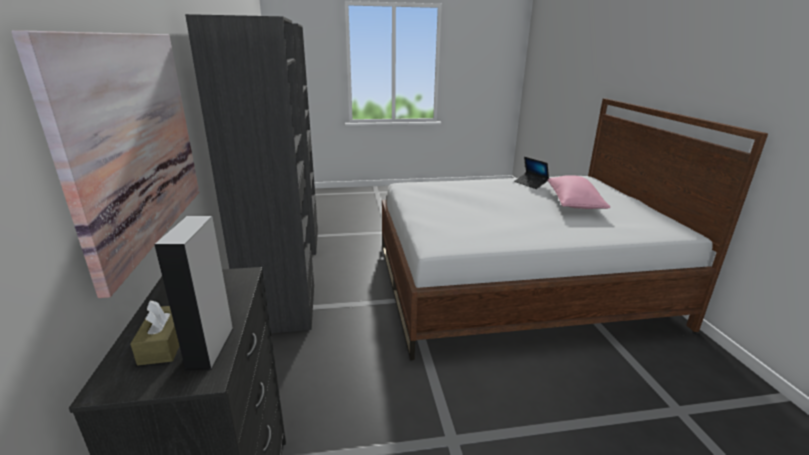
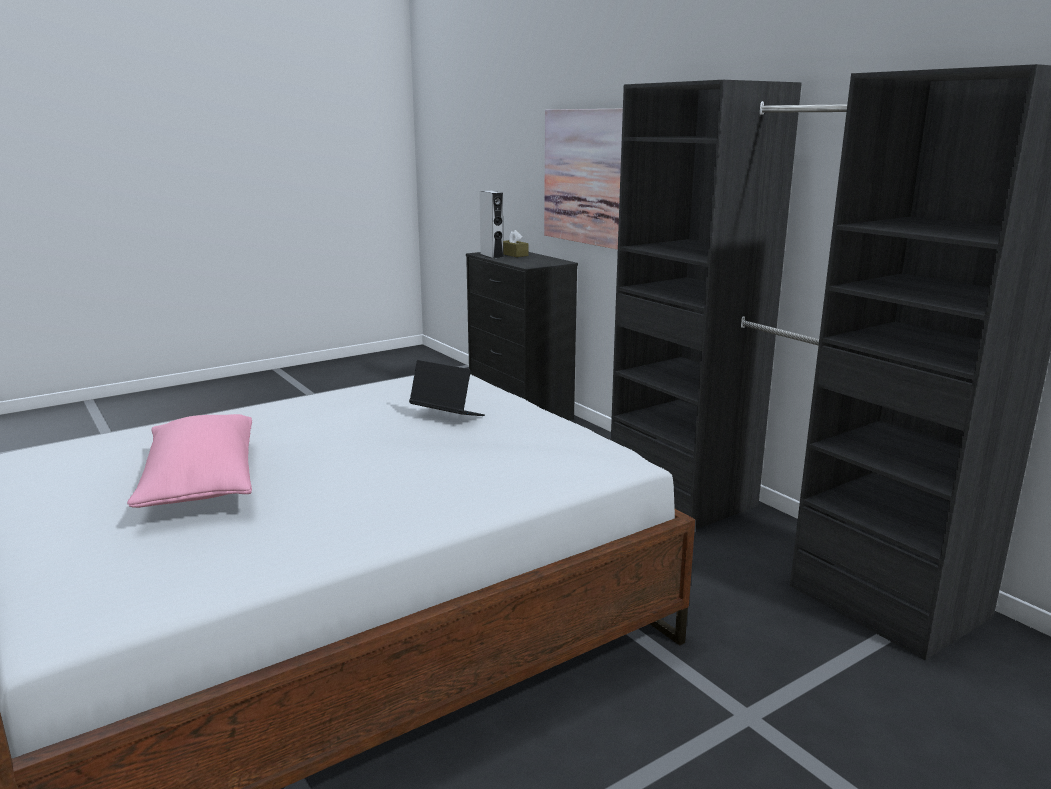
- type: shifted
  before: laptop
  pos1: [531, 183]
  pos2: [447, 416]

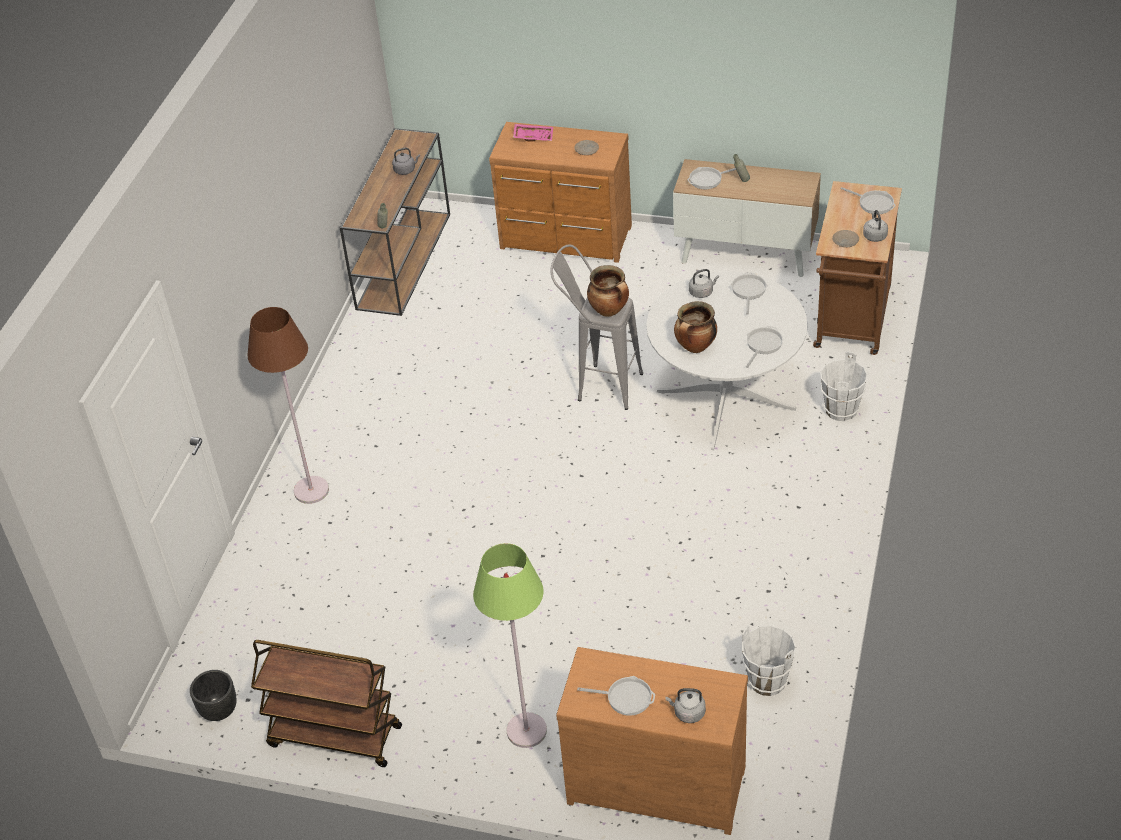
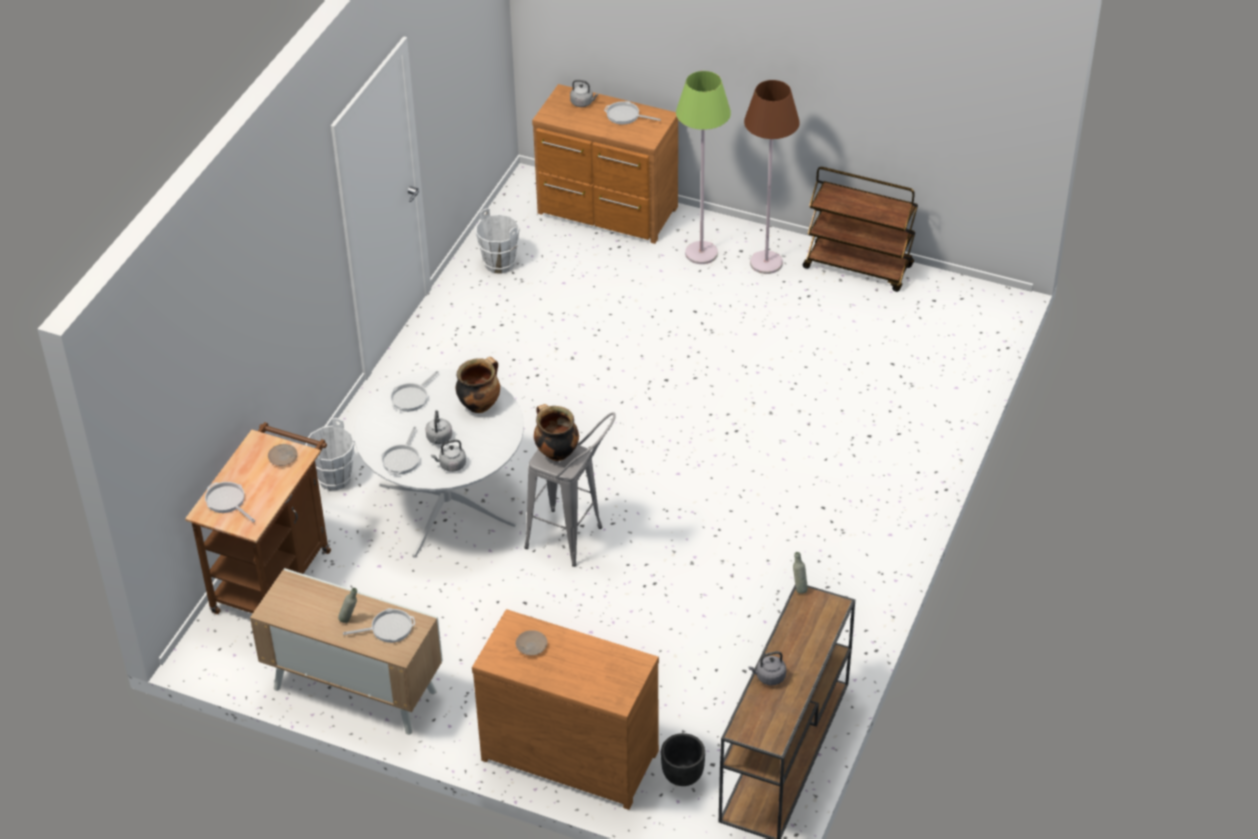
- type: gone
  before: pink tray
  pos1: [533, 136]
- type: shifted
  before: black planter
  pos1: [219, 711]
  pos2: [682, 776]
- type: shifted
  before: brown floor lamp
  pos1: [311, 490]
  pos2: [766, 263]
- type: shifted
  before: grey kettle
  pos1: [874, 235]
  pos2: [439, 439]

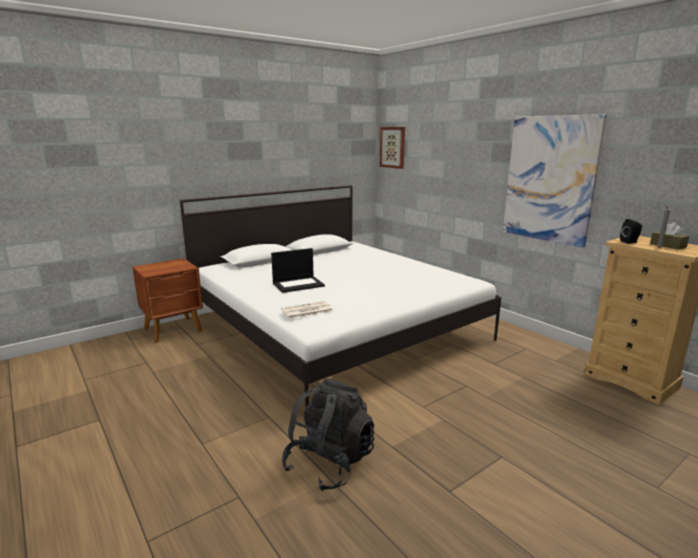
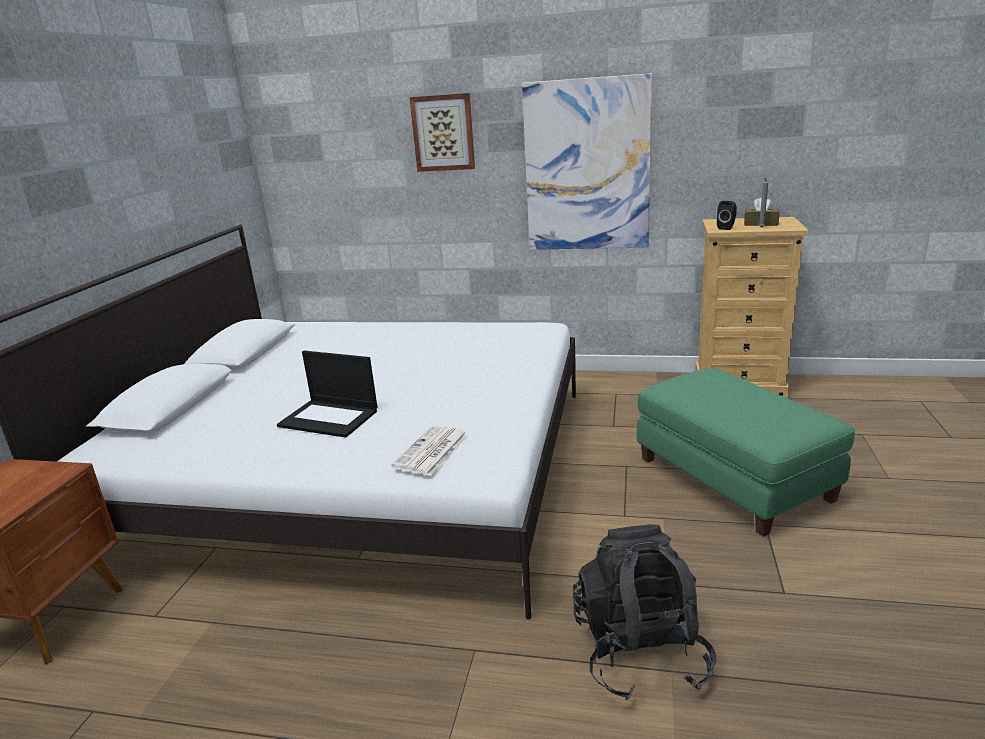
- type: new
  after: green ottoman
  pos2: [732, 478]
- type: shifted
  before: picture
  pos1: [393, 147]
  pos2: [443, 133]
- type: rotated
  before: laptop
  pos1: [298, 284]
  pos2: [330, 418]
  turn: 90

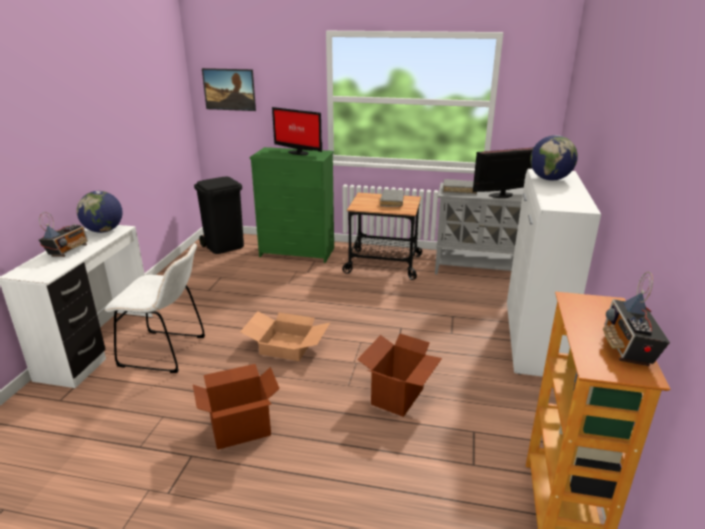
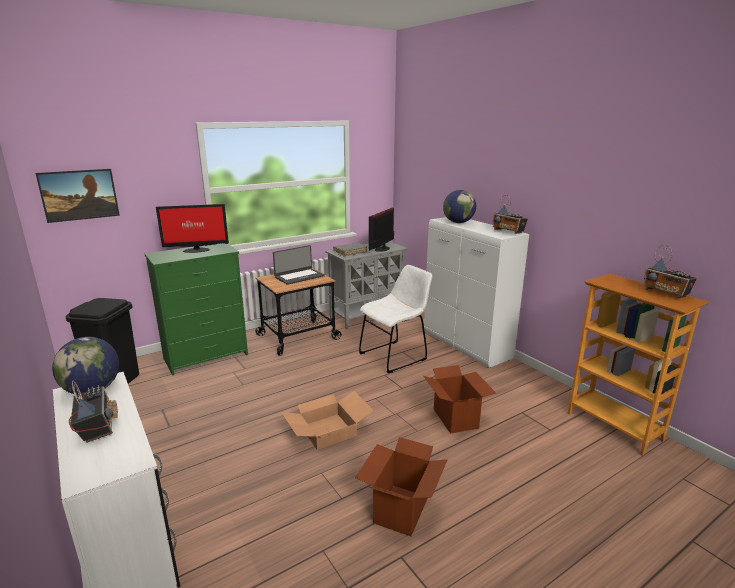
- type: new
  after: radio
  pos2: [508, 232]
- type: shifted
  before: white chair
  pos1: [167, 352]
  pos2: [395, 356]
- type: swapped
  before: grey book
  after: laptop
  pos1: [392, 202]
  pos2: [299, 276]

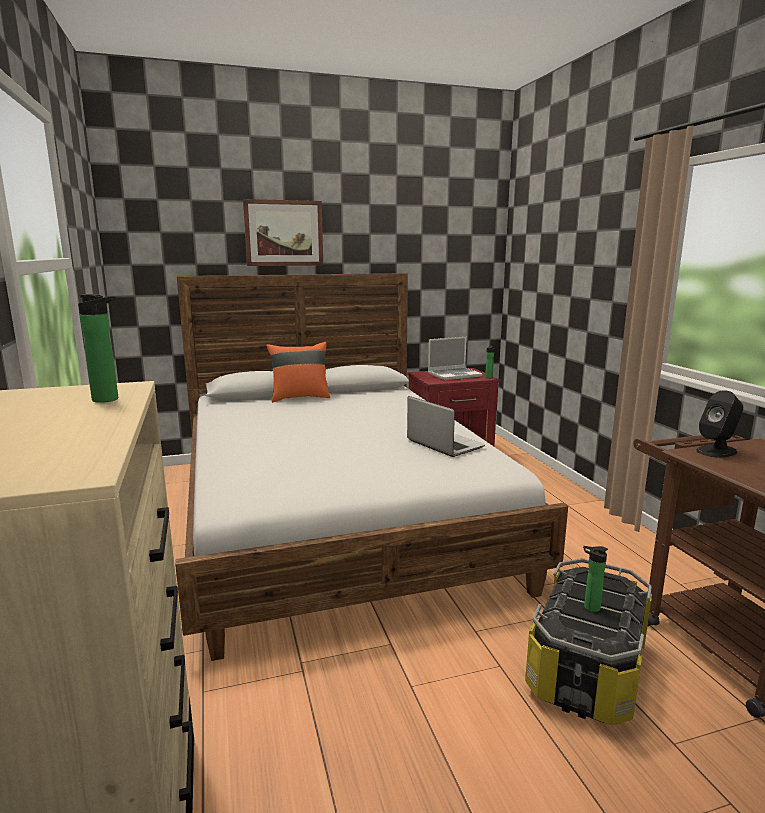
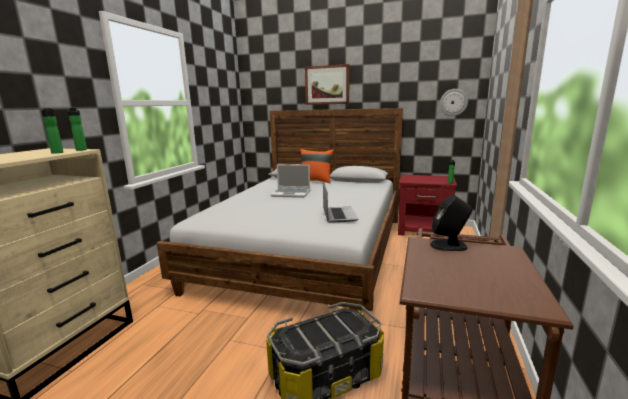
- type: new
  after: wall clock
  pos2: [453, 102]
- type: shifted
  before: laptop
  pos1: [454, 375]
  pos2: [291, 193]
- type: shifted
  before: bottle
  pos1: [589, 607]
  pos2: [81, 150]

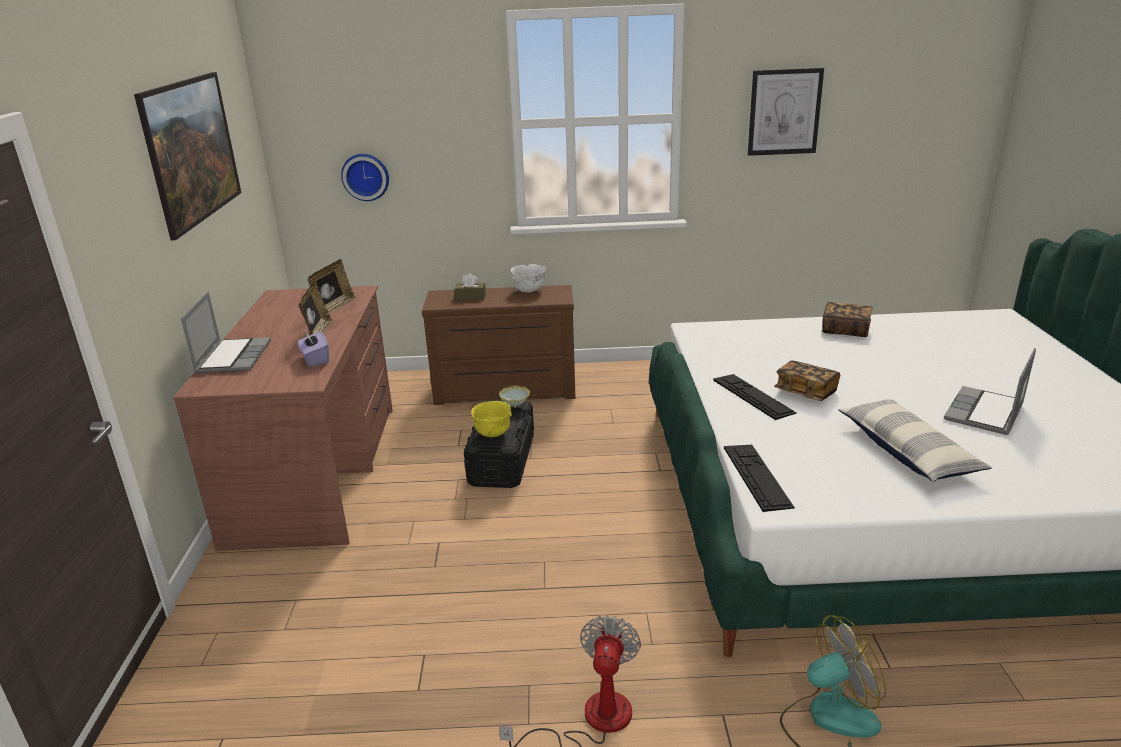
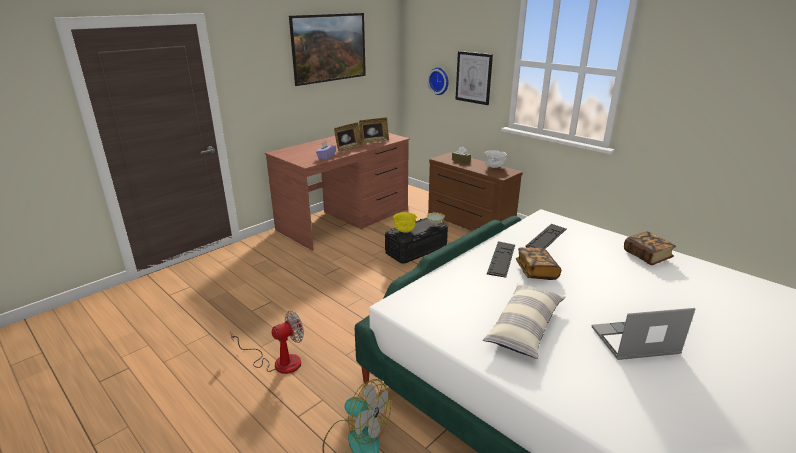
- type: gone
  before: laptop
  pos1: [233, 357]
- type: shifted
  before: keyboard
  pos1: [757, 476]
  pos2: [546, 237]
- type: shifted
  before: picture
  pos1: [784, 112]
  pos2: [473, 77]

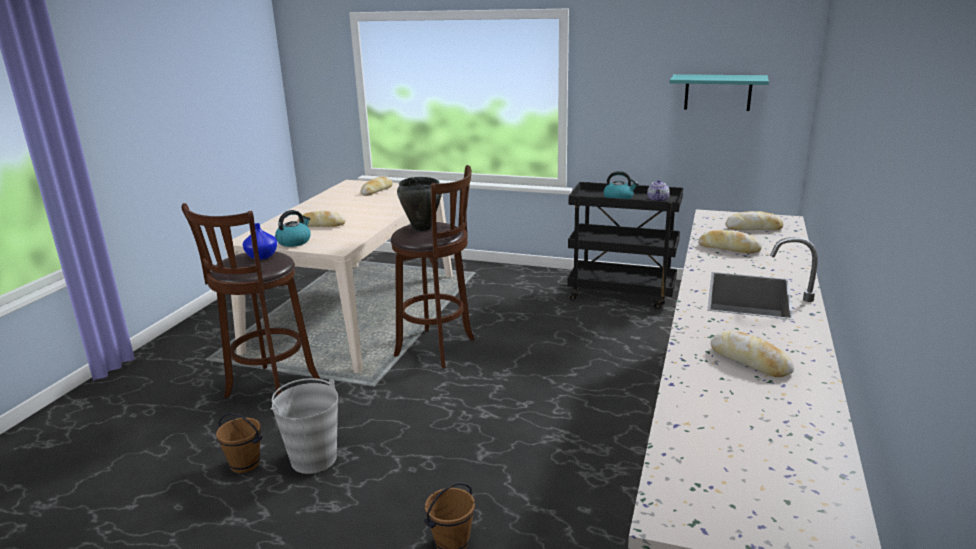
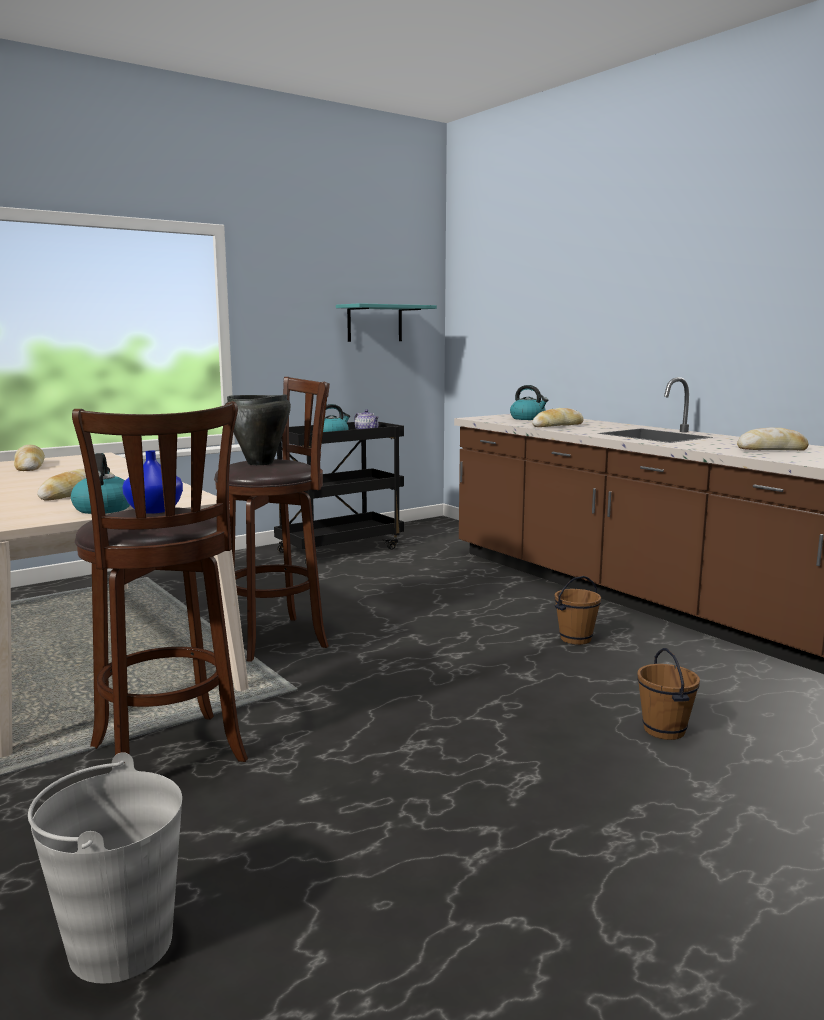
- type: shifted
  before: brown bucket
  pos1: [245, 464]
  pos2: [575, 639]
- type: shifted
  before: grey bucket
  pos1: [313, 459]
  pos2: [120, 944]
- type: swapped
  before: bread
  after: kettle
  pos1: [753, 228]
  pos2: [528, 418]

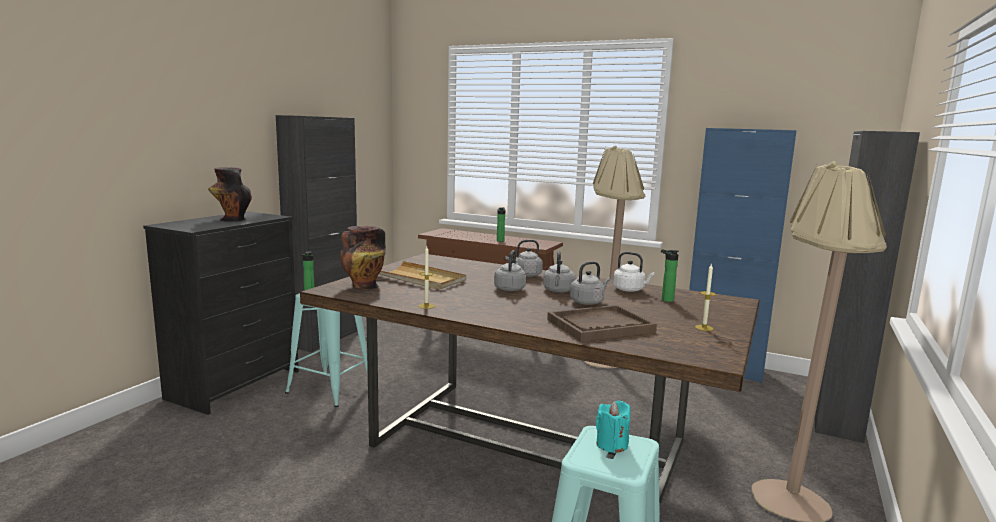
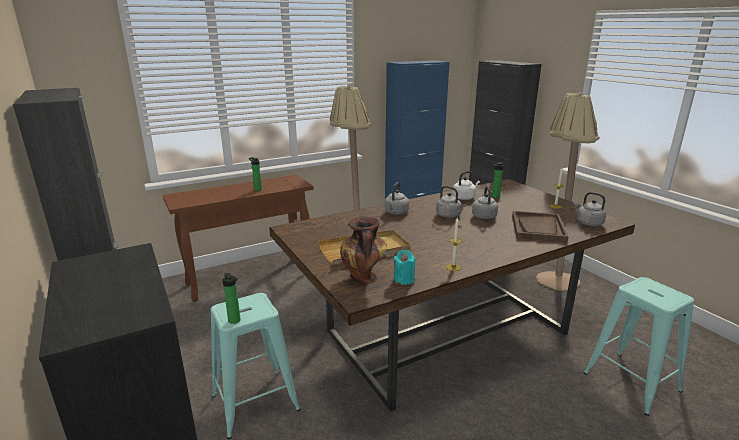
- type: gone
  before: vase
  pos1: [231, 219]
- type: shifted
  before: grey kettle
  pos1: [510, 288]
  pos2: [587, 223]
- type: shifted
  before: turquoise candle
  pos1: [612, 445]
  pos2: [404, 279]

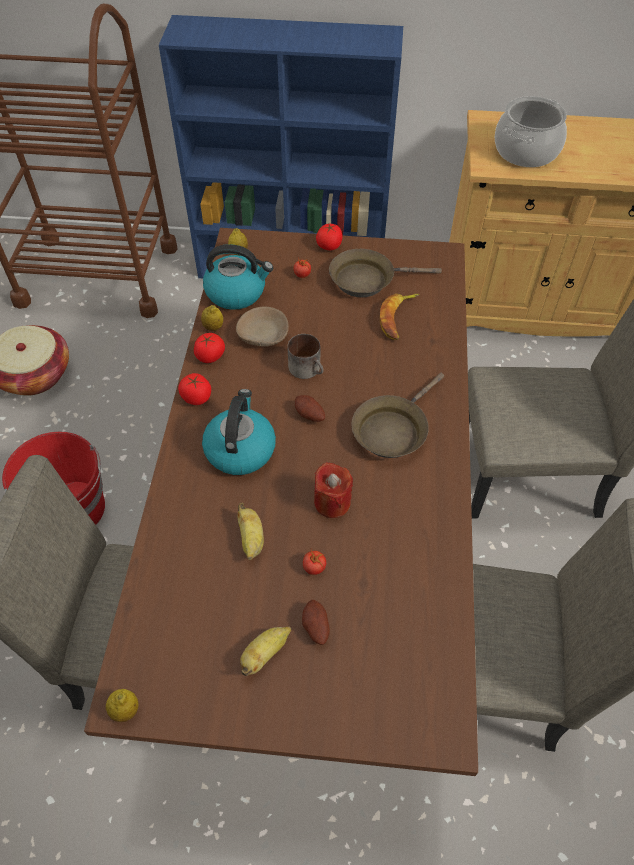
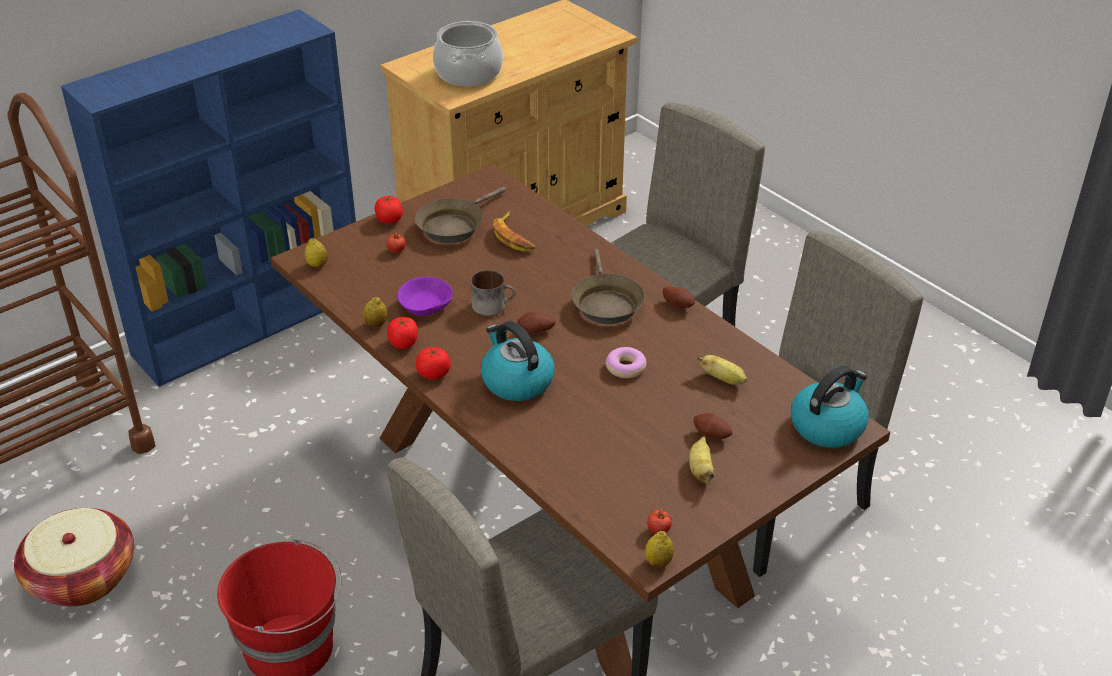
- type: new
  after: potato
  pos2: [678, 304]
- type: shifted
  before: kettle
  pos1: [237, 292]
  pos2: [827, 426]
- type: shifted
  before: banana
  pos1: [251, 539]
  pos2: [723, 379]
- type: shifted
  before: tomato
  pos1: [314, 567]
  pos2: [659, 530]
- type: swapped
  before: red candle
  after: donut
  pos1: [332, 502]
  pos2: [625, 367]
- type: repainted
  before: beige bowl
  after: purple bowl
  pos1: [263, 335]
  pos2: [425, 305]

